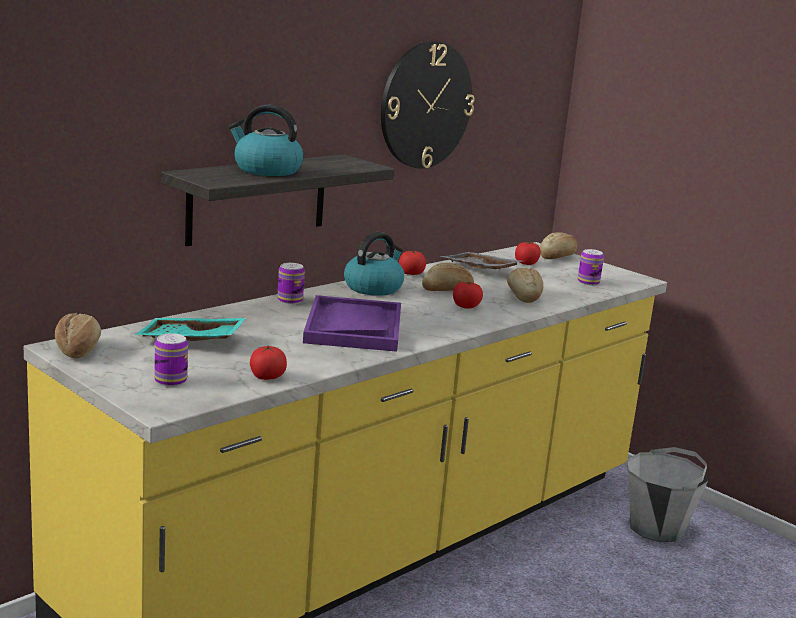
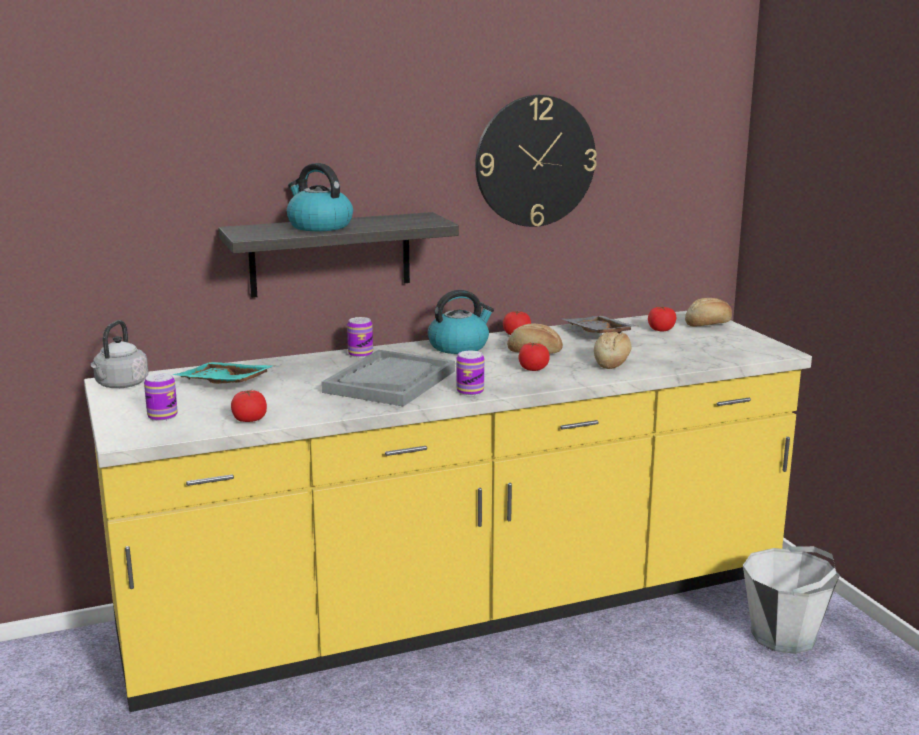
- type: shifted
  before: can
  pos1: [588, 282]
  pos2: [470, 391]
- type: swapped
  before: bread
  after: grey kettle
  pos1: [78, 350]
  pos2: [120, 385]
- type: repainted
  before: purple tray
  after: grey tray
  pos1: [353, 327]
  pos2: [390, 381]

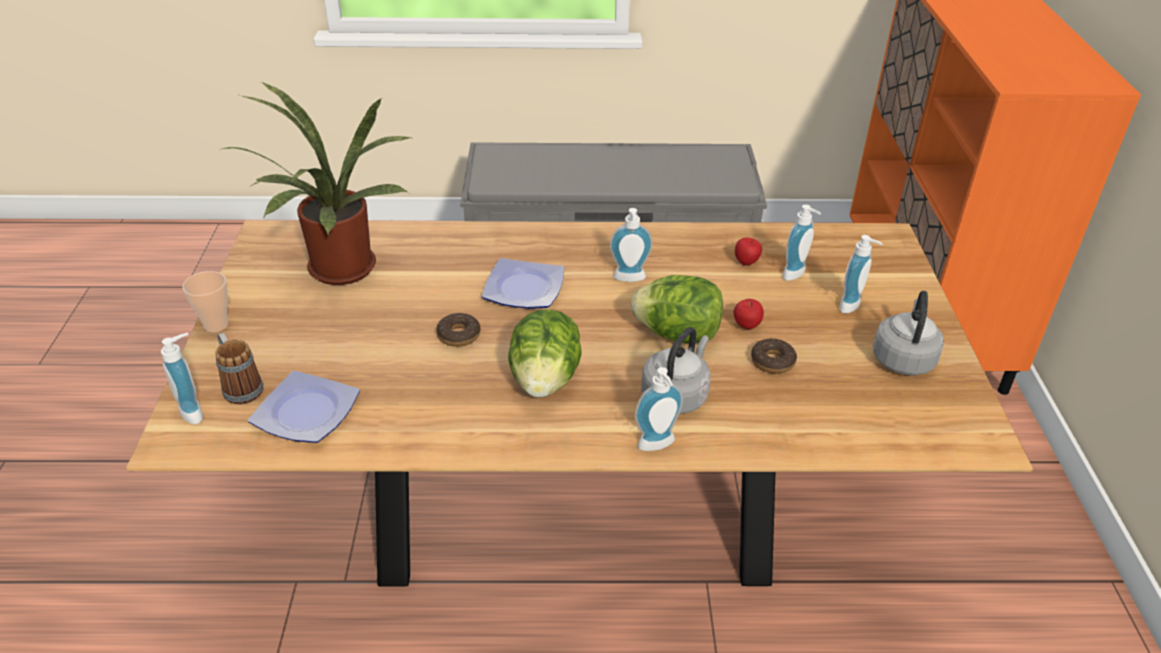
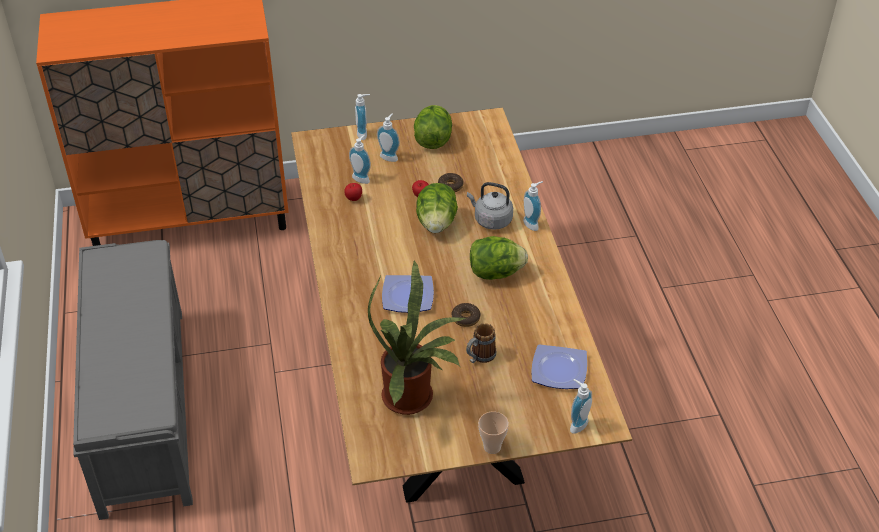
- type: shifted
  before: mug
  pos1: [240, 387]
  pos2: [479, 357]
- type: shifted
  before: soap dispenser
  pos1: [629, 279]
  pos2: [364, 134]
- type: swapped
  before: grey kettle
  after: lettuce
  pos1: [903, 358]
  pos2: [433, 140]

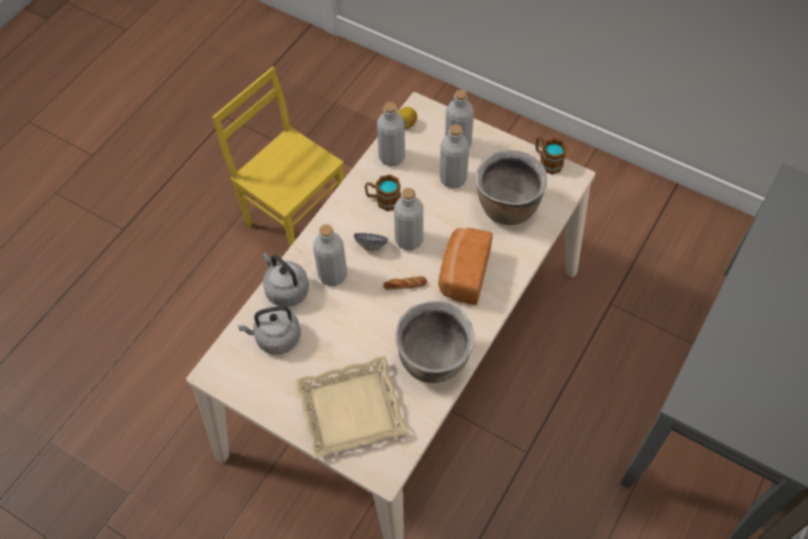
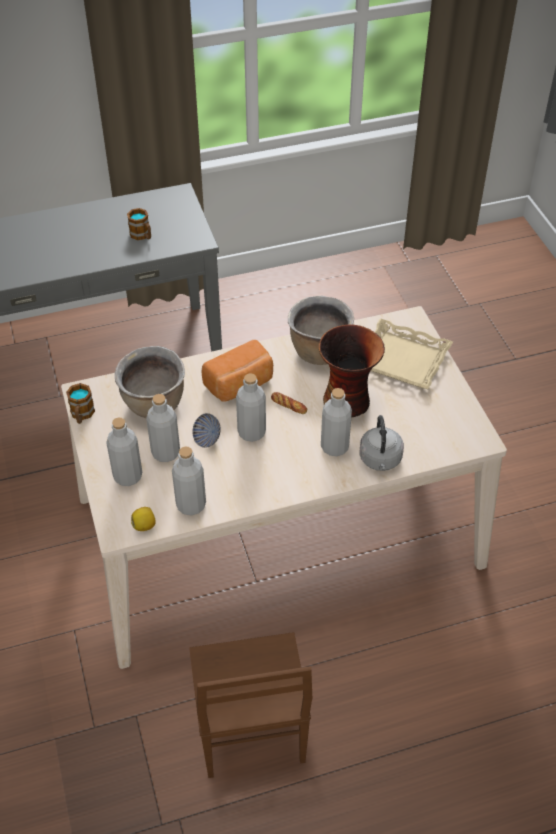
- type: gone
  before: grey kettle
  pos1: [275, 338]
- type: new
  after: vase
  pos2: [348, 400]
- type: shifted
  before: bowl
  pos1: [371, 245]
  pos2: [207, 439]
- type: shifted
  before: mug
  pos1: [383, 200]
  pos2: [142, 235]
- type: repainted
  before: yellow chair
  after: brown chair
  pos1: [296, 216]
  pos2: [249, 732]

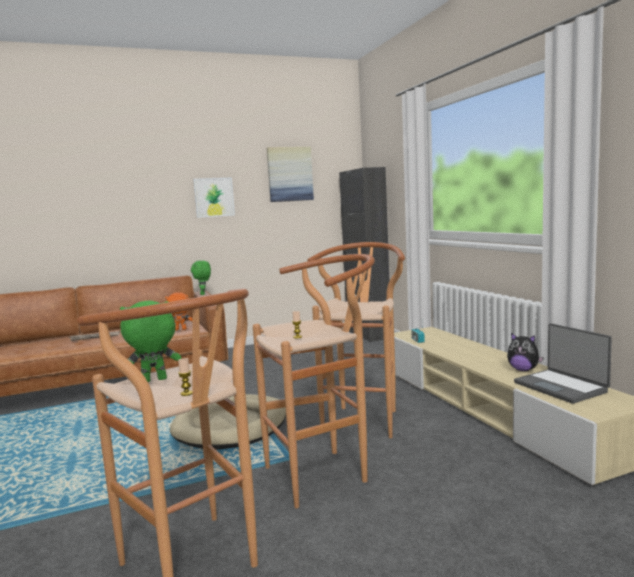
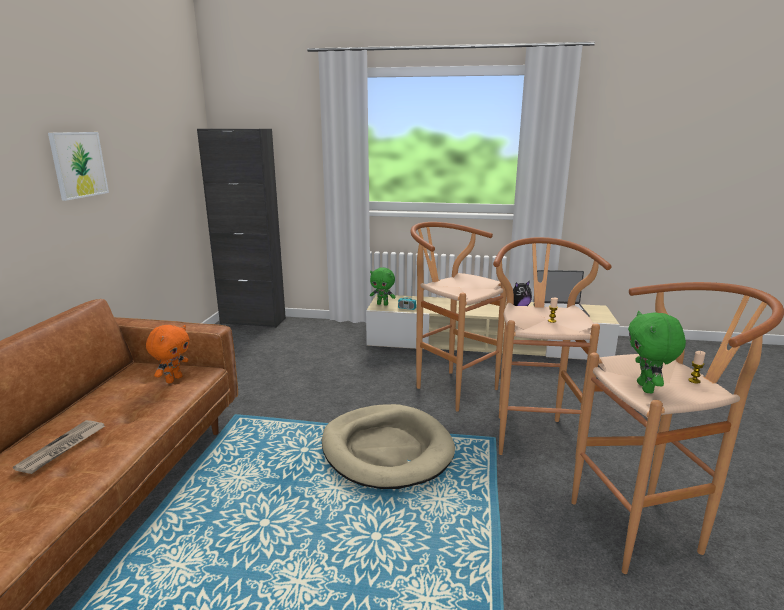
- type: gone
  before: picture
  pos1: [290, 174]
- type: shifted
  before: green plush toy
  pos1: [203, 294]
  pos2: [383, 304]

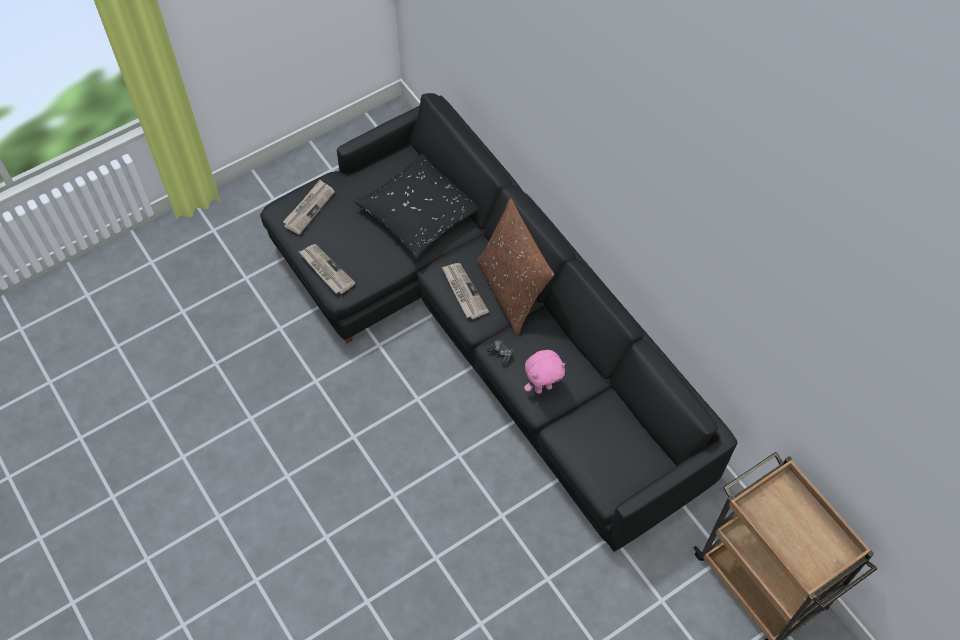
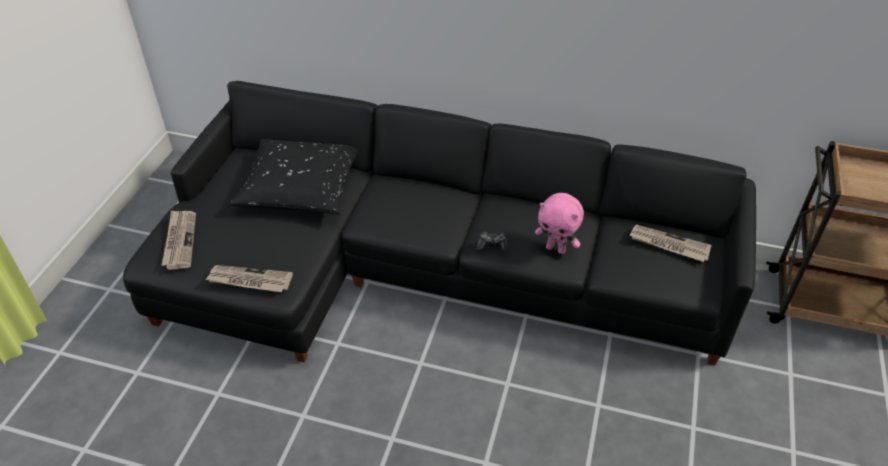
- type: gone
  before: brown pillow
  pos1: [512, 291]
- type: shifted
  before: newspaper
  pos1: [463, 291]
  pos2: [668, 245]
- type: rotated
  before: pink plush toy
  pos1: [543, 387]
  pos2: [556, 249]
  turn: 90

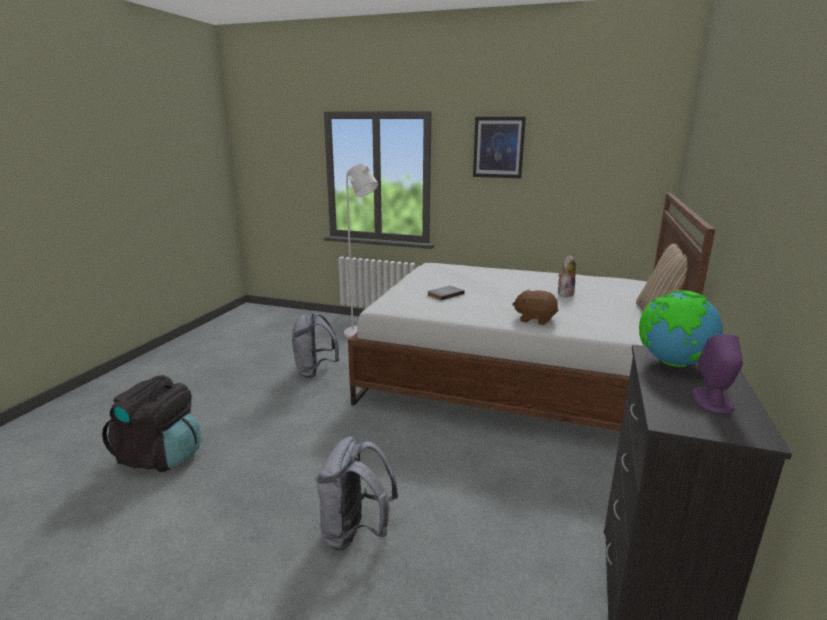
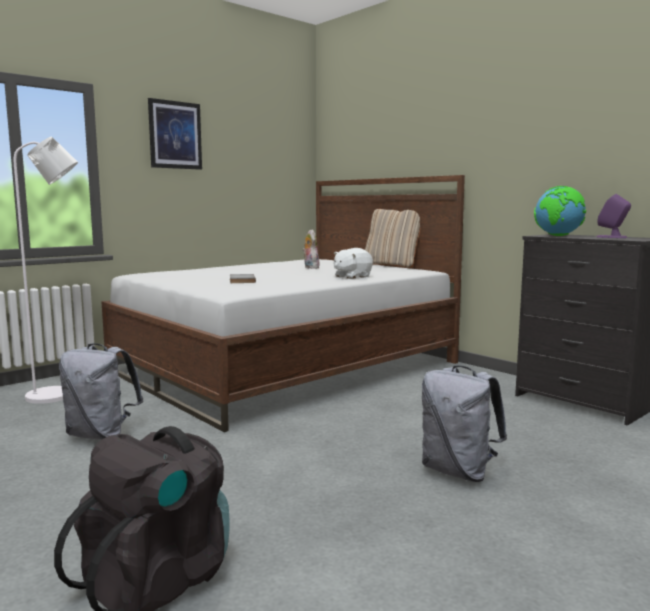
- type: repainted
  before: brown plush toy
  after: white plush toy
  pos1: [535, 319]
  pos2: [352, 276]

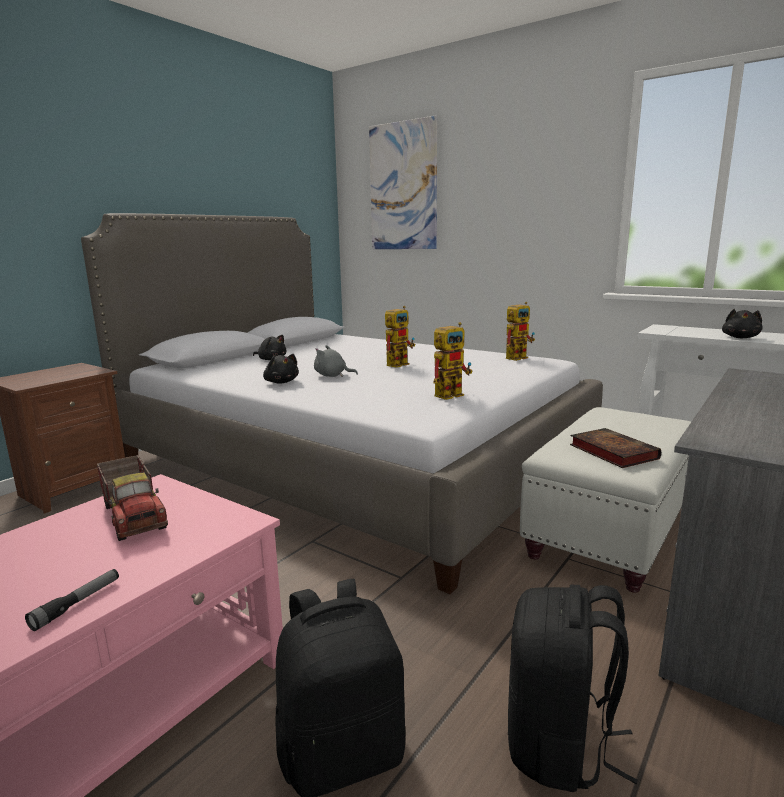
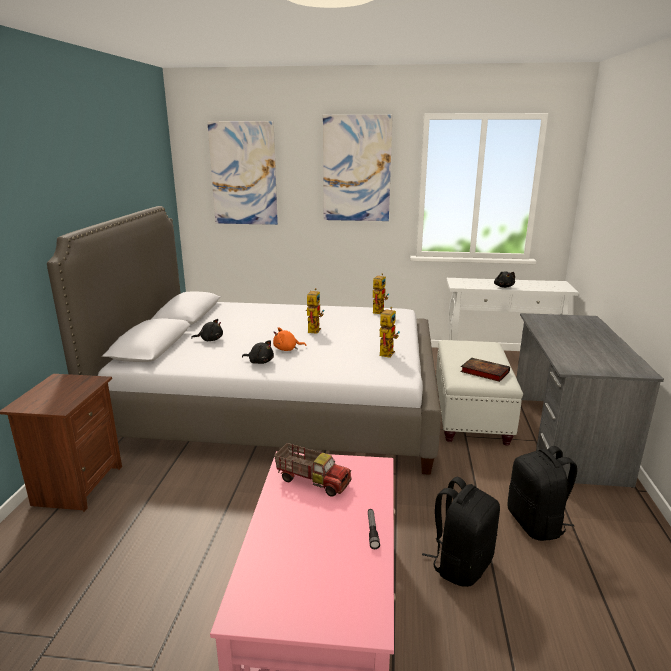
- type: new
  after: picture
  pos2: [356, 169]
- type: repainted
  before: grey plush toy
  after: orange plush toy
  pos1: [332, 376]
  pos2: [287, 349]

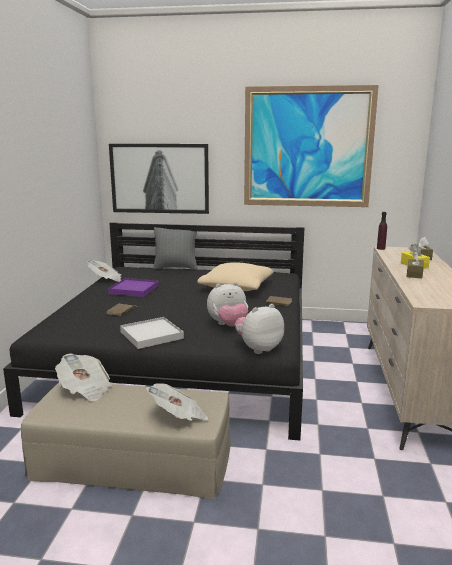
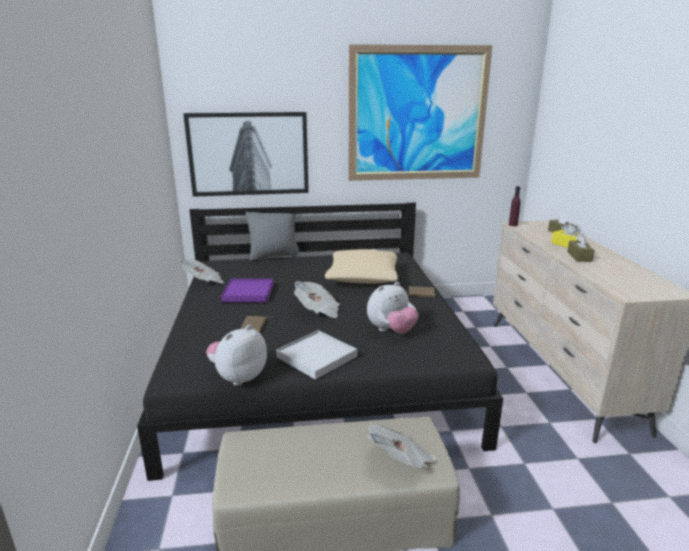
- type: shifted
  before: newspaper
  pos1: [85, 389]
  pos2: [318, 311]
- type: shifted
  before: plush toy
  pos1: [258, 348]
  pos2: [238, 377]

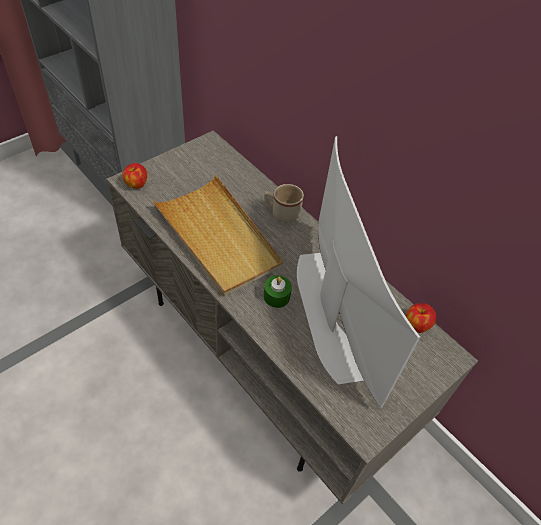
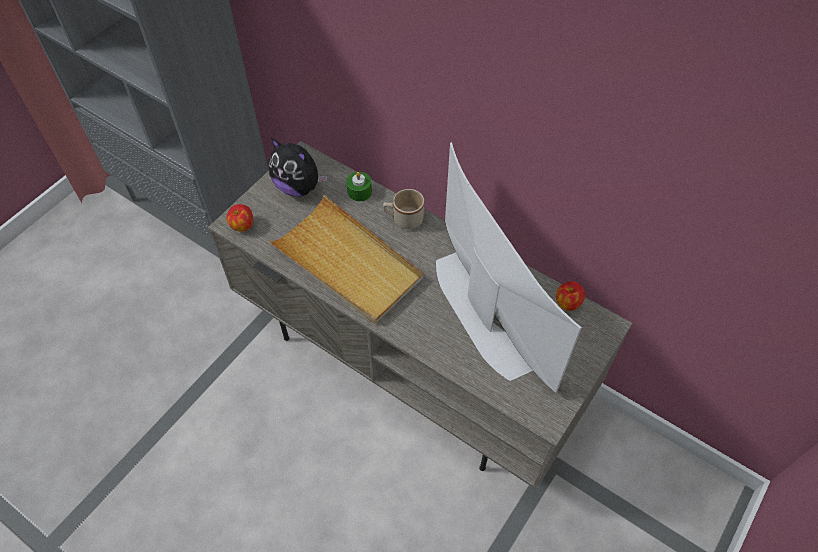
- type: new
  after: plush toy
  pos2: [299, 187]
- type: shifted
  before: green candle
  pos1: [276, 296]
  pos2: [359, 192]

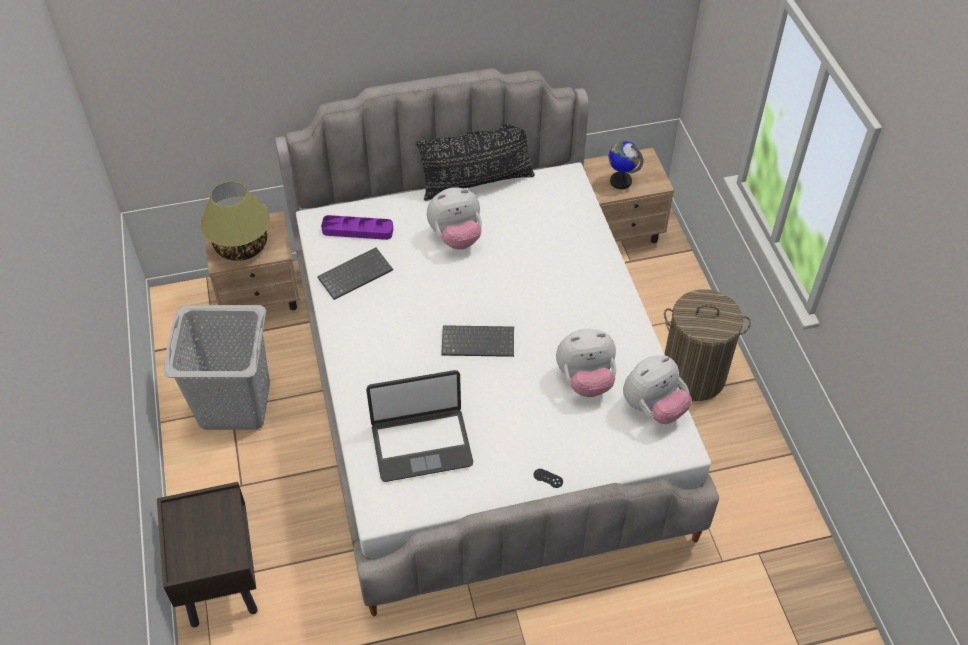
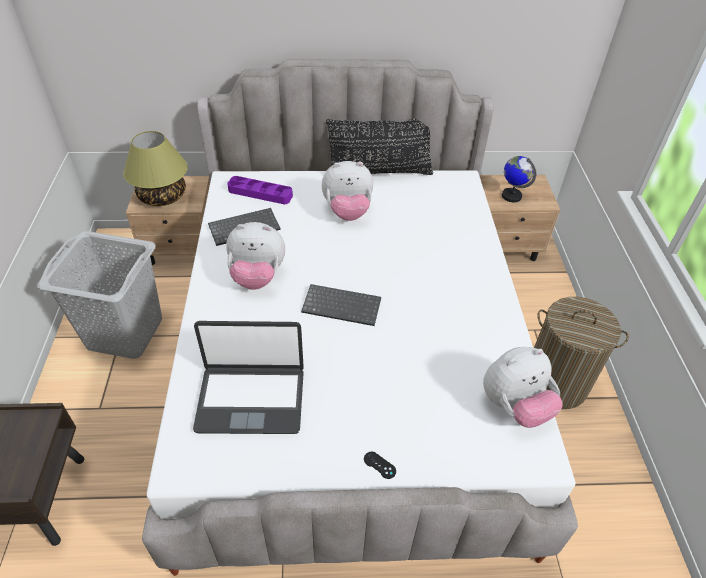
- type: shifted
  before: plush toy
  pos1: [585, 380]
  pos2: [257, 277]

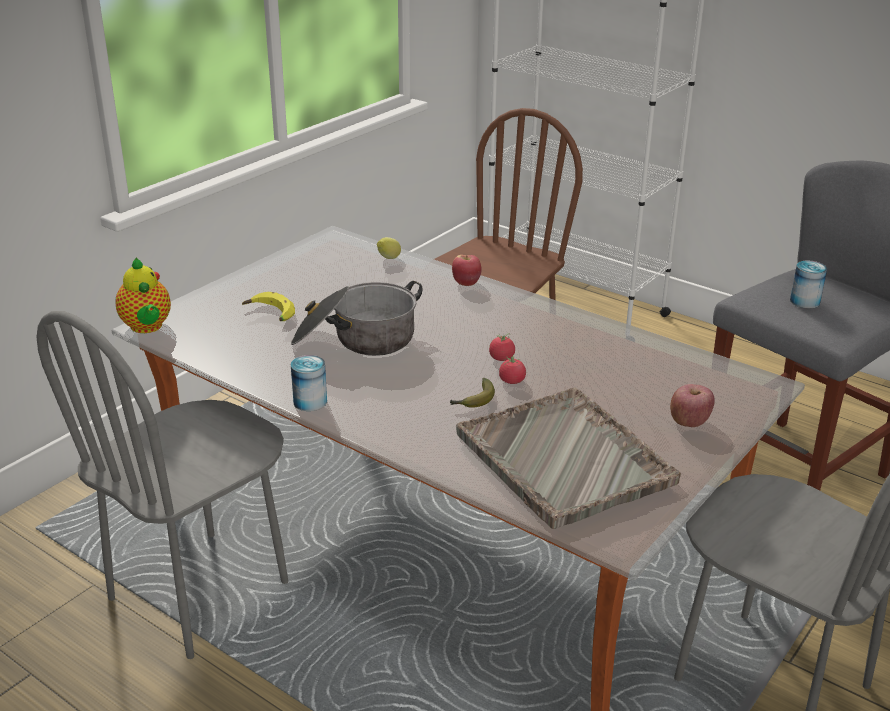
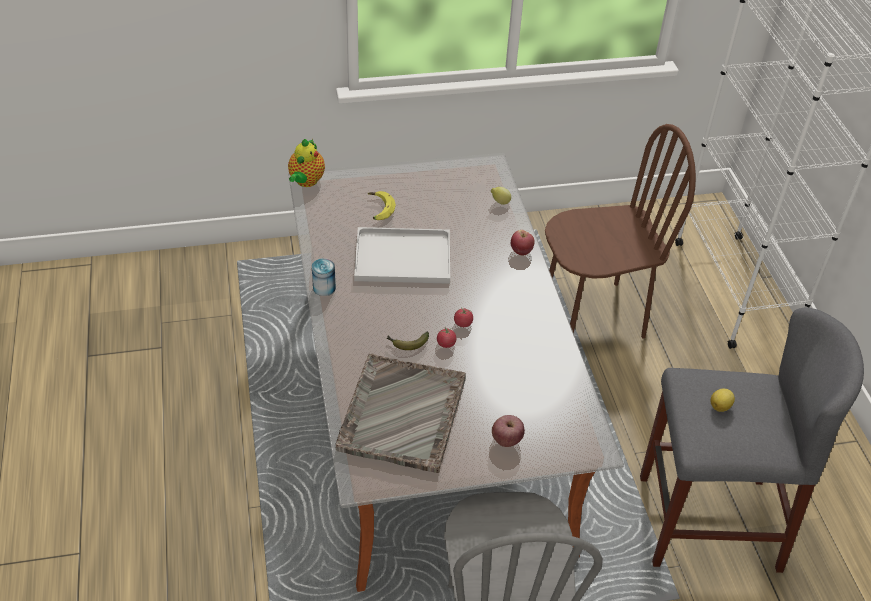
- type: gone
  before: grey chair
  pos1: [200, 591]
- type: swapped
  before: cooking pot
  after: white tray
  pos1: [356, 340]
  pos2: [400, 258]
- type: swapped
  before: can
  after: lemon
  pos1: [804, 301]
  pos2: [720, 406]

